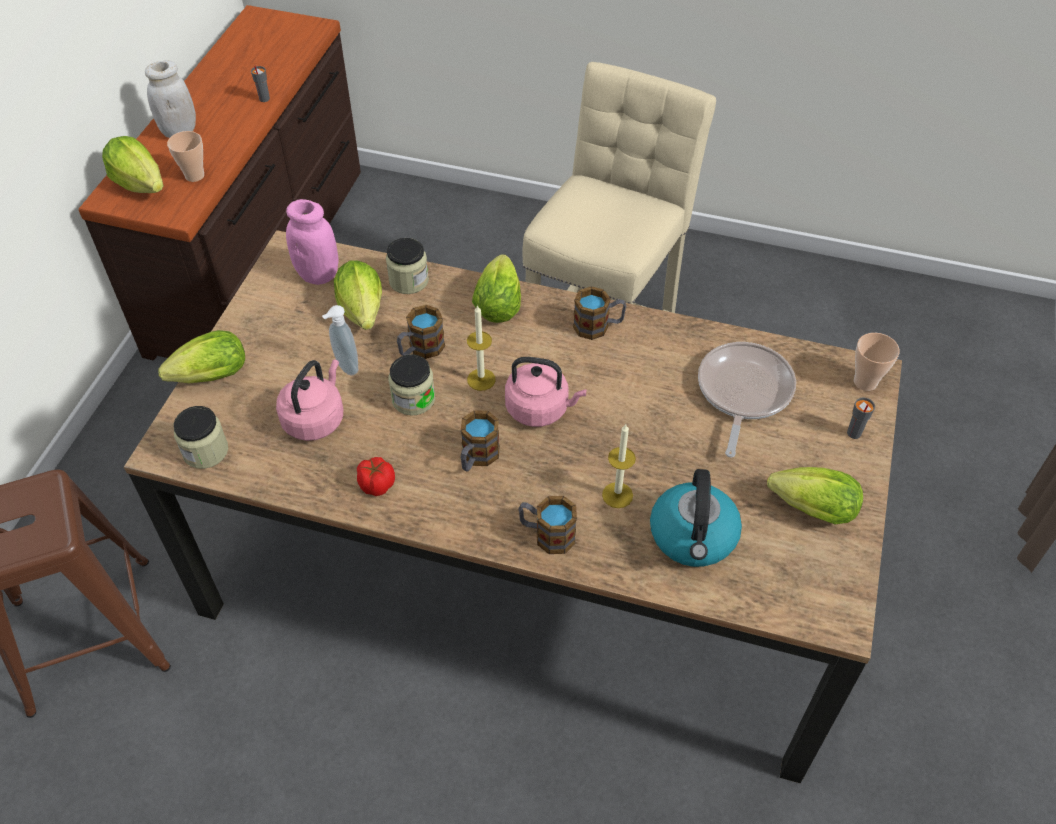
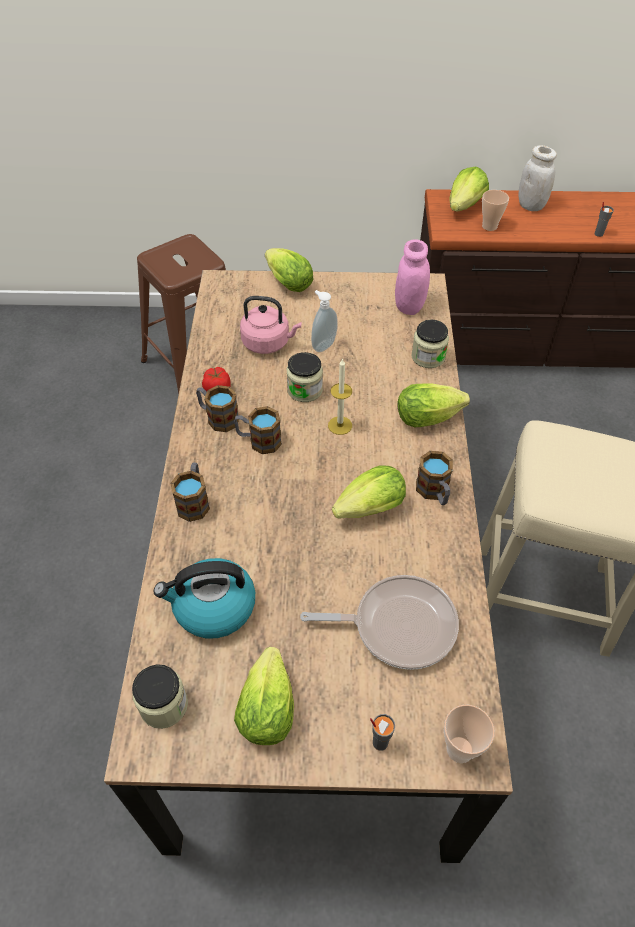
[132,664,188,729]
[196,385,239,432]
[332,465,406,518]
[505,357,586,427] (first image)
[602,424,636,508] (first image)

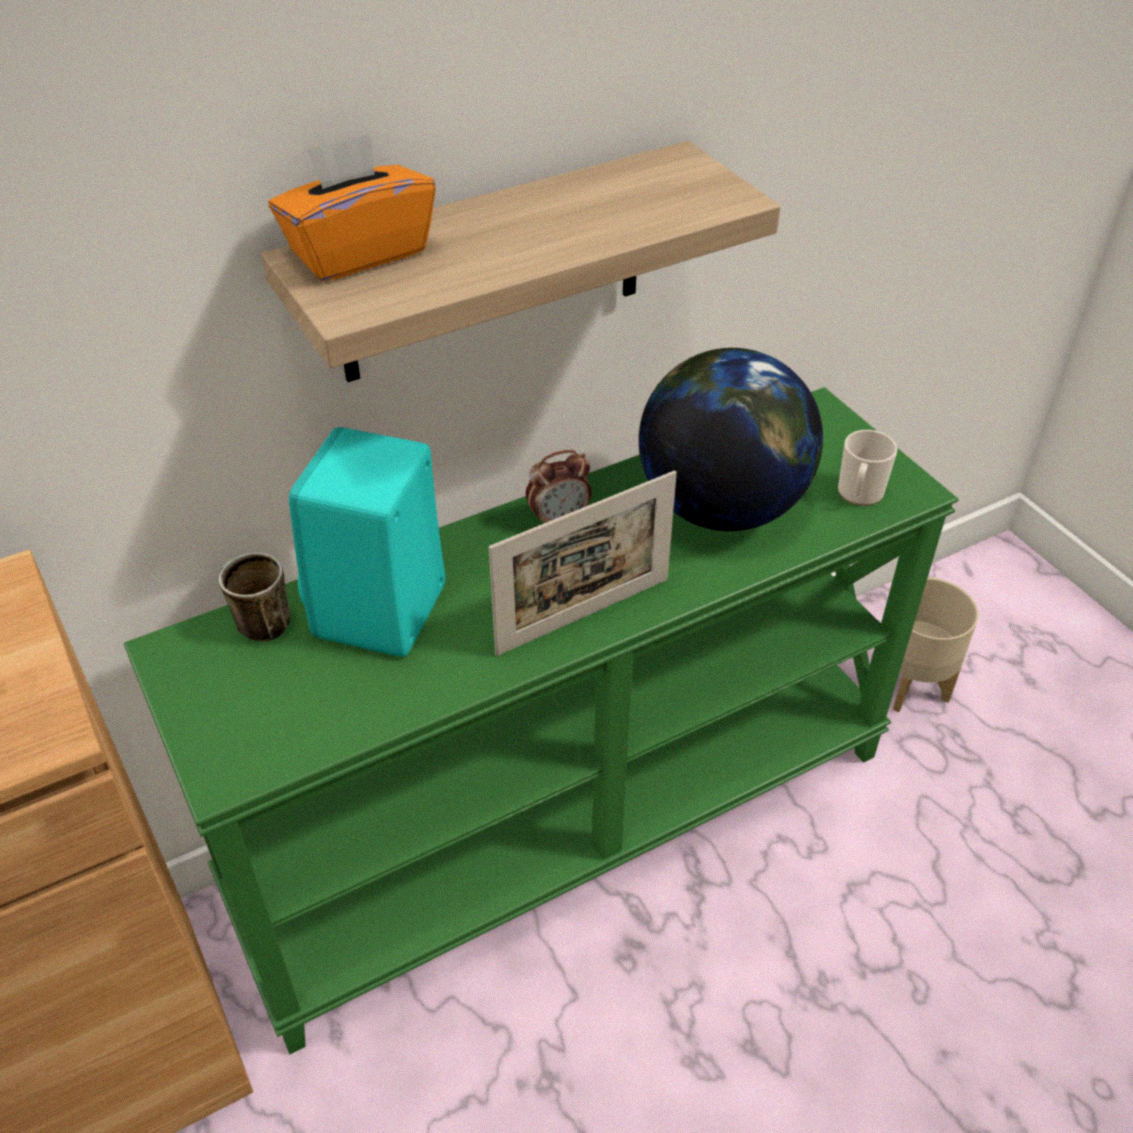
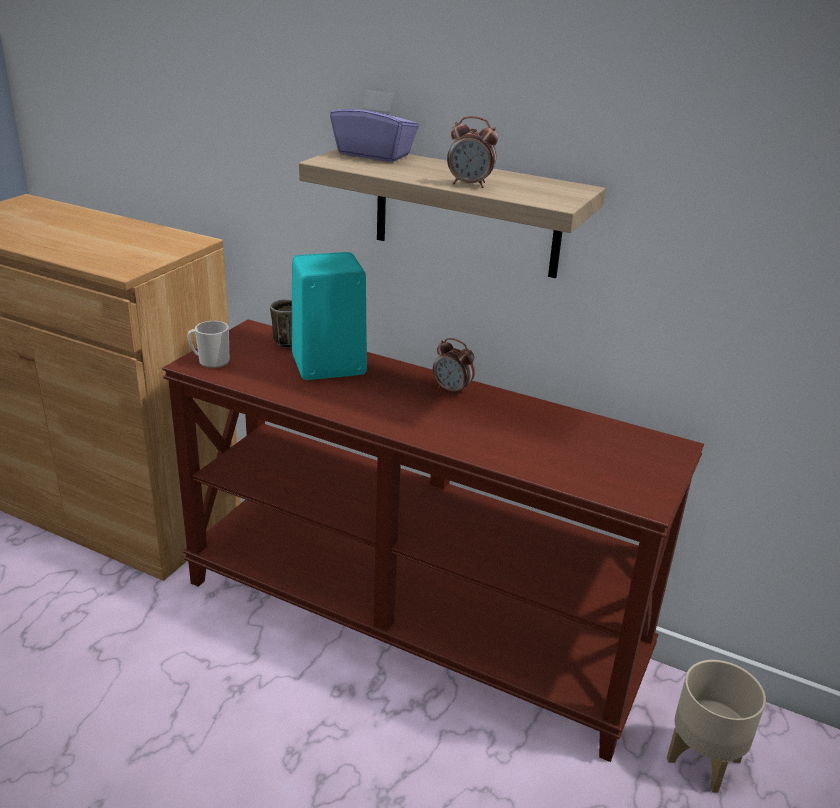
[162,319,704,762]
[187,321,229,368]
[330,89,419,162]
[447,116,498,188]
[489,470,677,656] (first image)
[639,348,823,531] (first image)

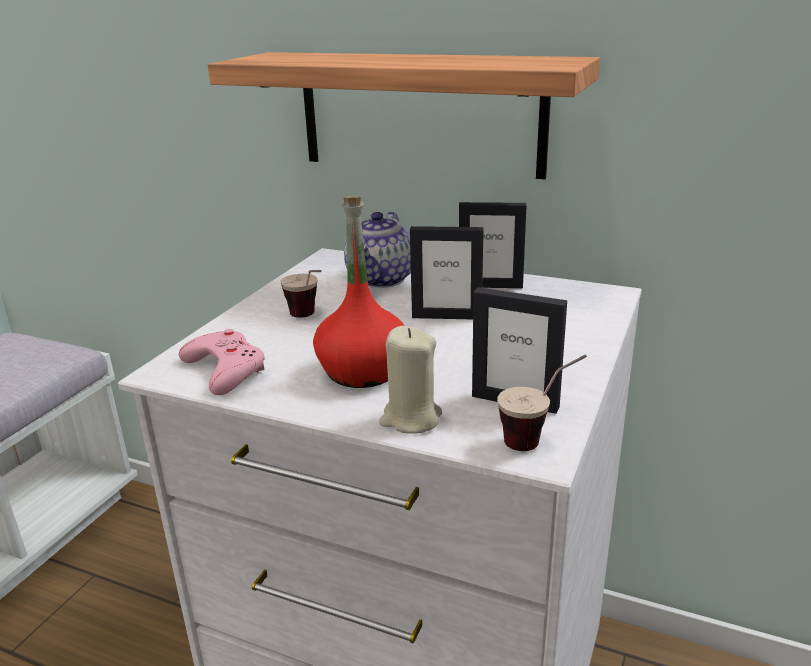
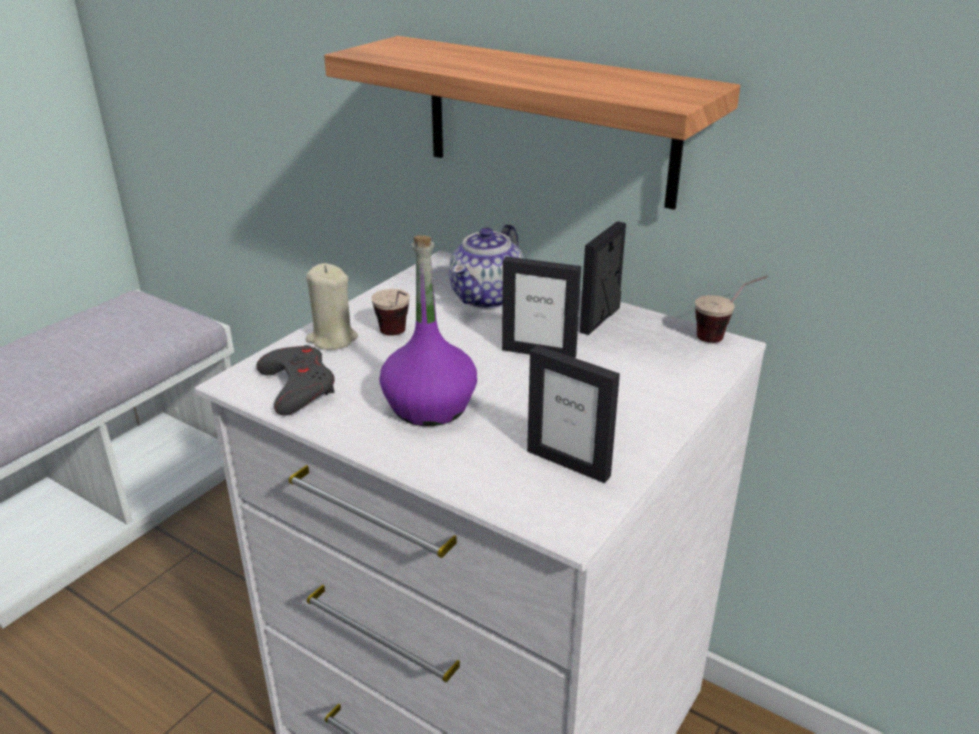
[256,345,335,416]
[305,263,358,350]
[379,235,477,426]
[580,221,626,335]
[695,275,768,343]

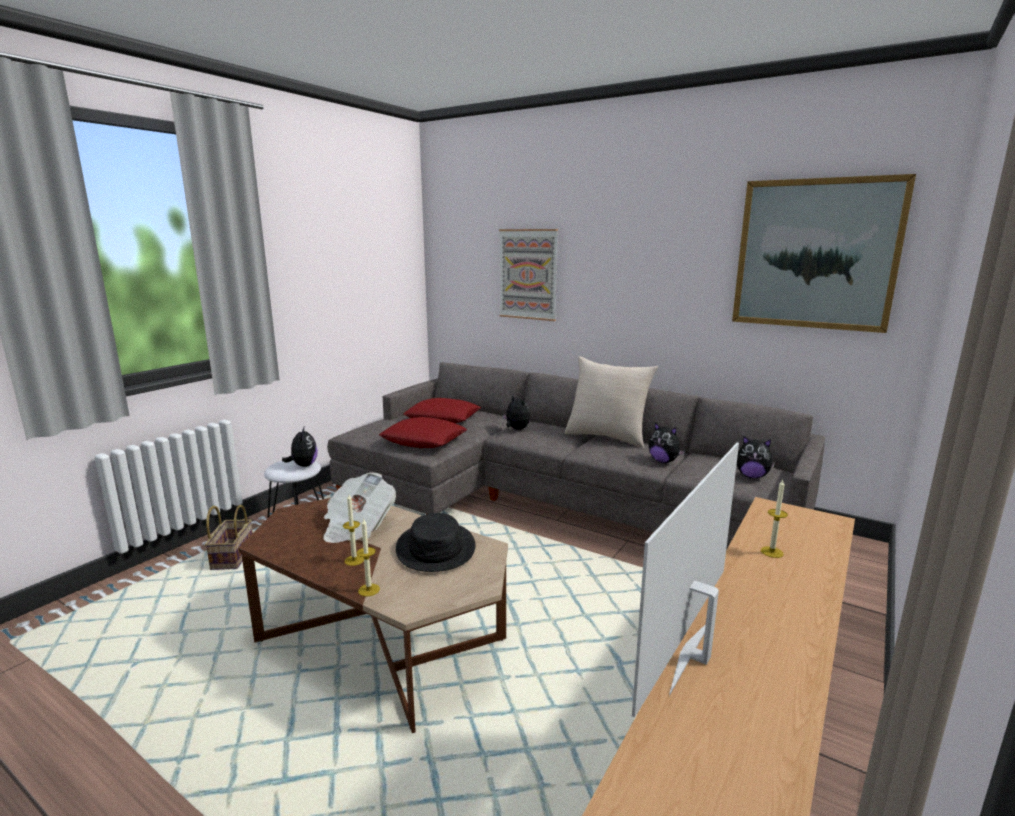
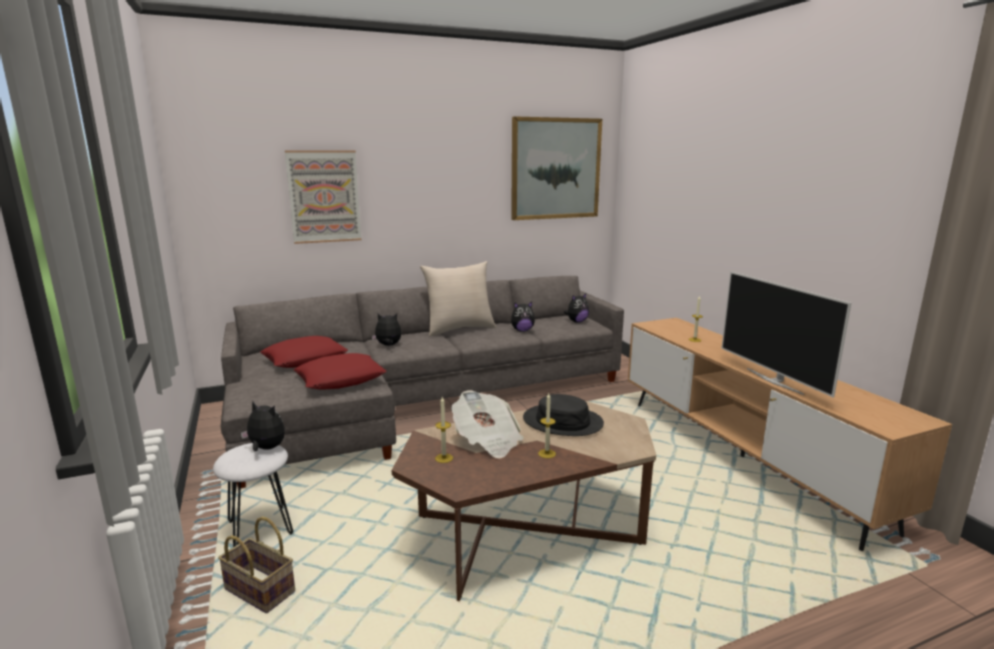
[435,397,453,463]

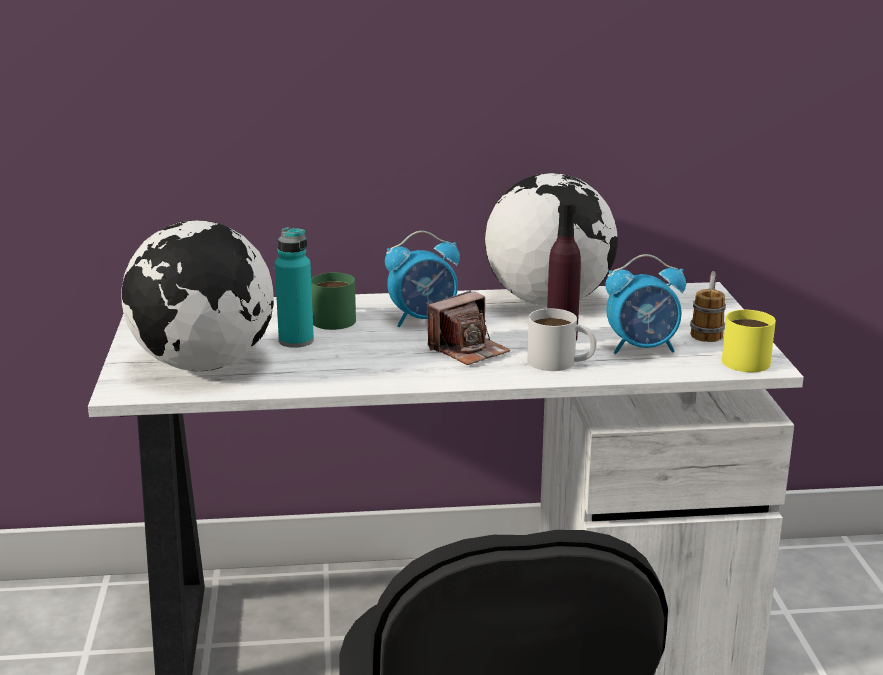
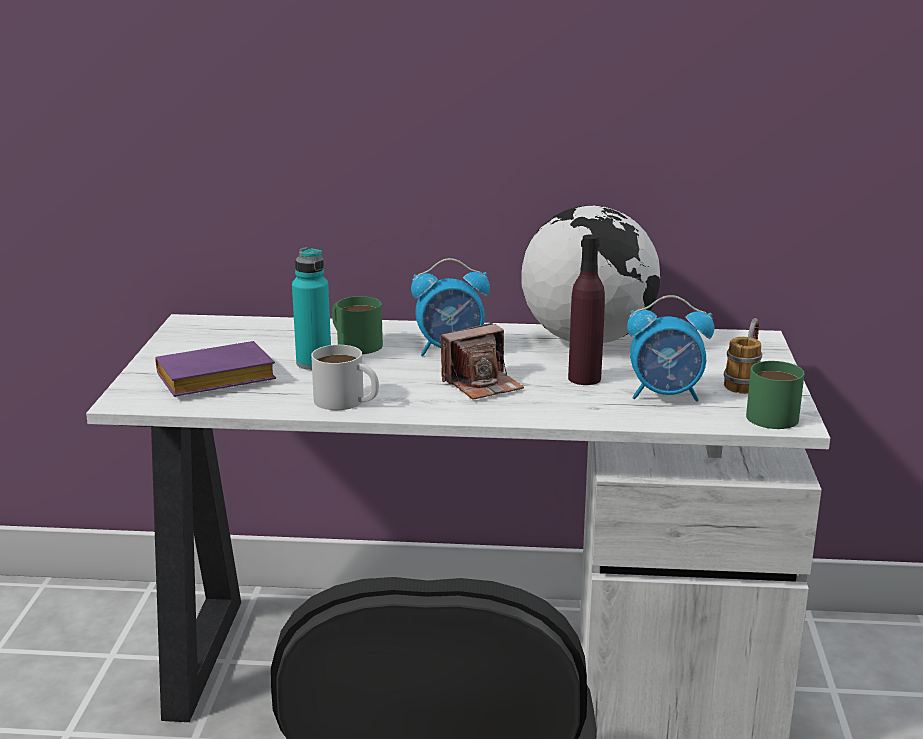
[155,341,276,397]
[311,345,379,410]
[746,361,805,429]

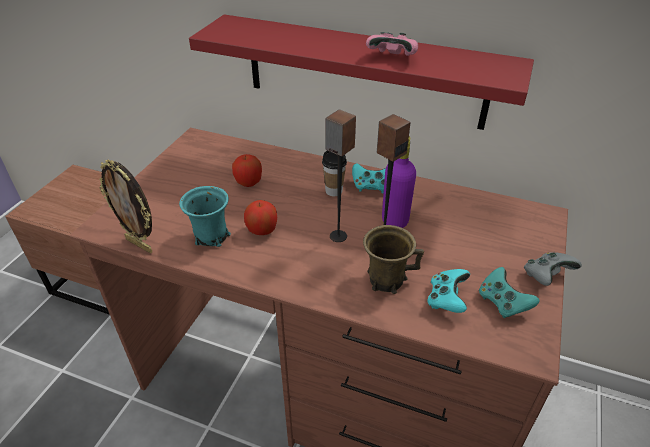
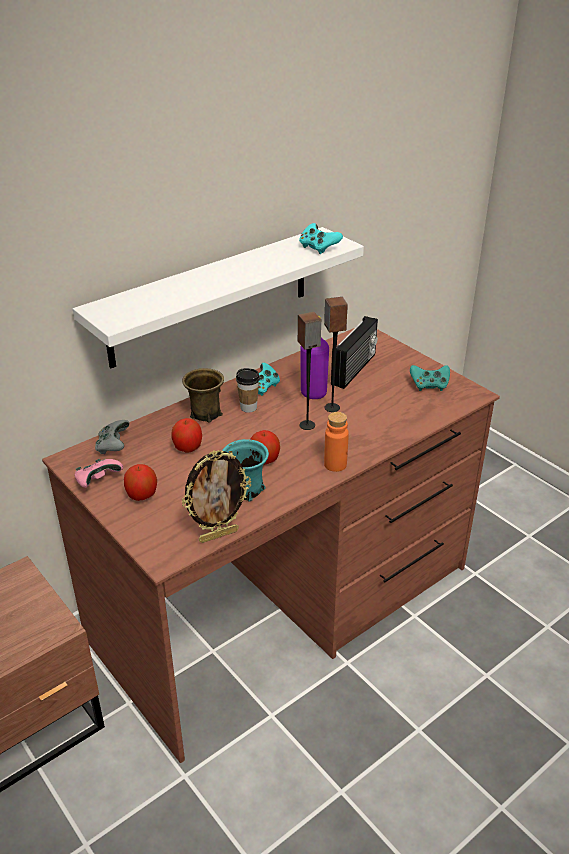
[73,227,364,368]
[75,459,123,488]
[95,420,129,454]
[124,464,157,501]
[182,368,224,423]
[299,223,343,254]
[324,412,349,472]
[331,316,378,389]

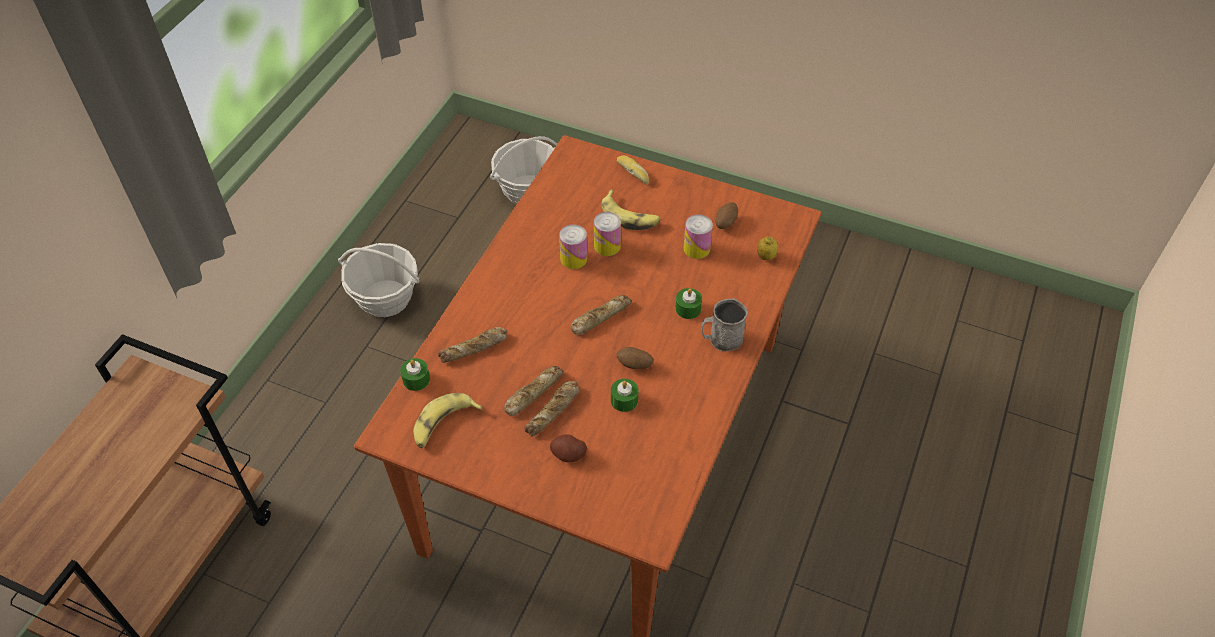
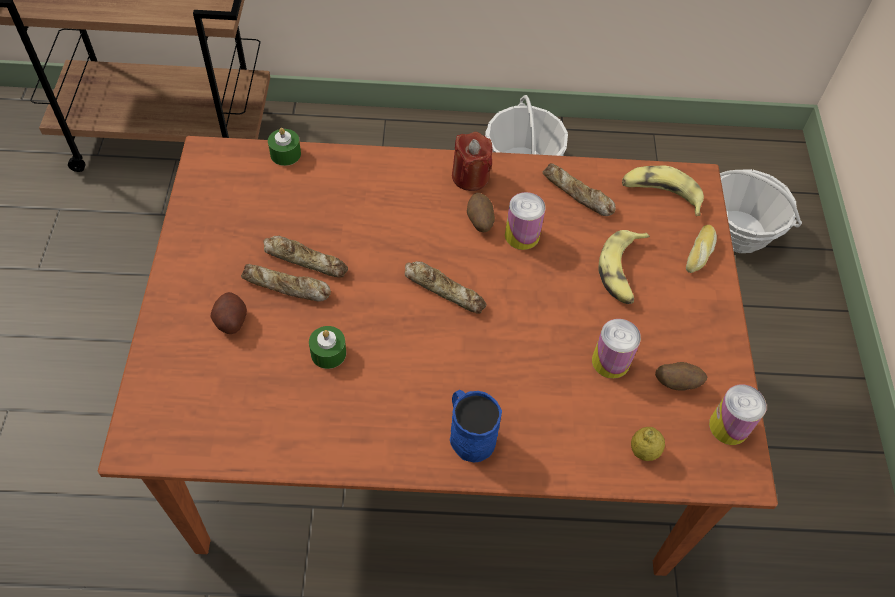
[450,390,502,462]
[452,132,493,191]
[467,193,495,232]
[543,163,616,216]
[622,166,704,216]
[709,384,767,445]
[675,288,702,319] (first image)

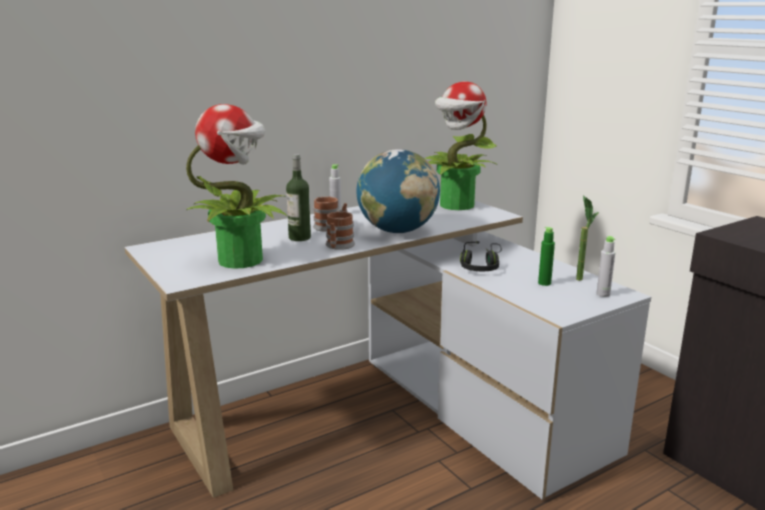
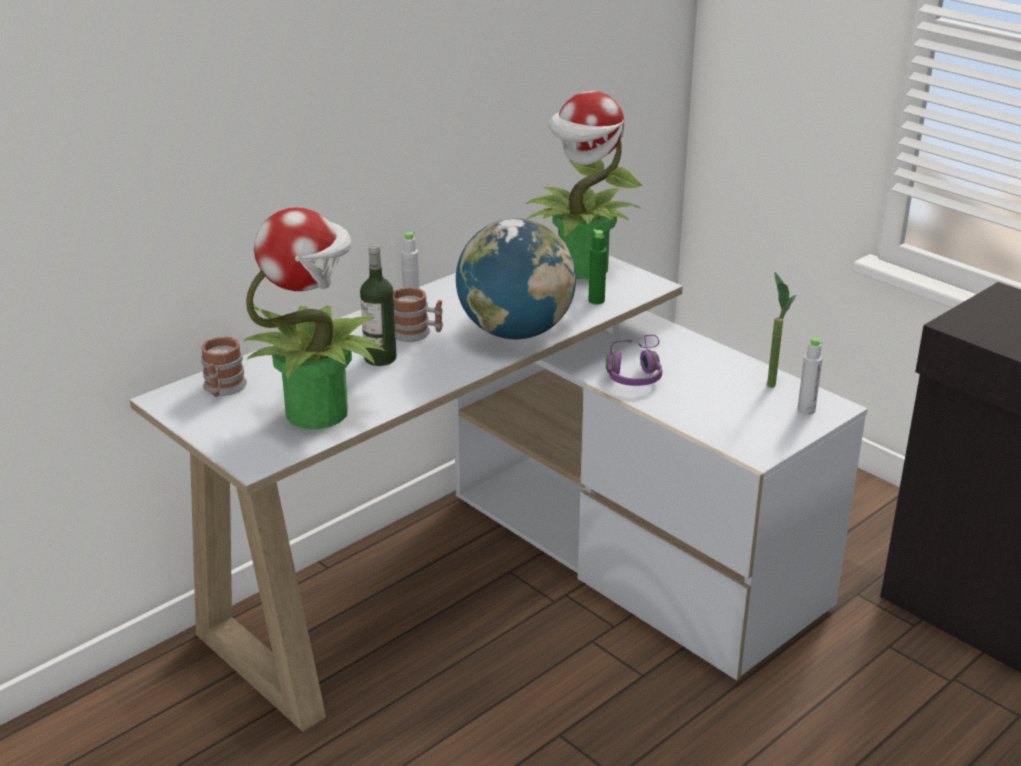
[201,336,247,397]
[588,229,607,304]
[606,335,662,386]

